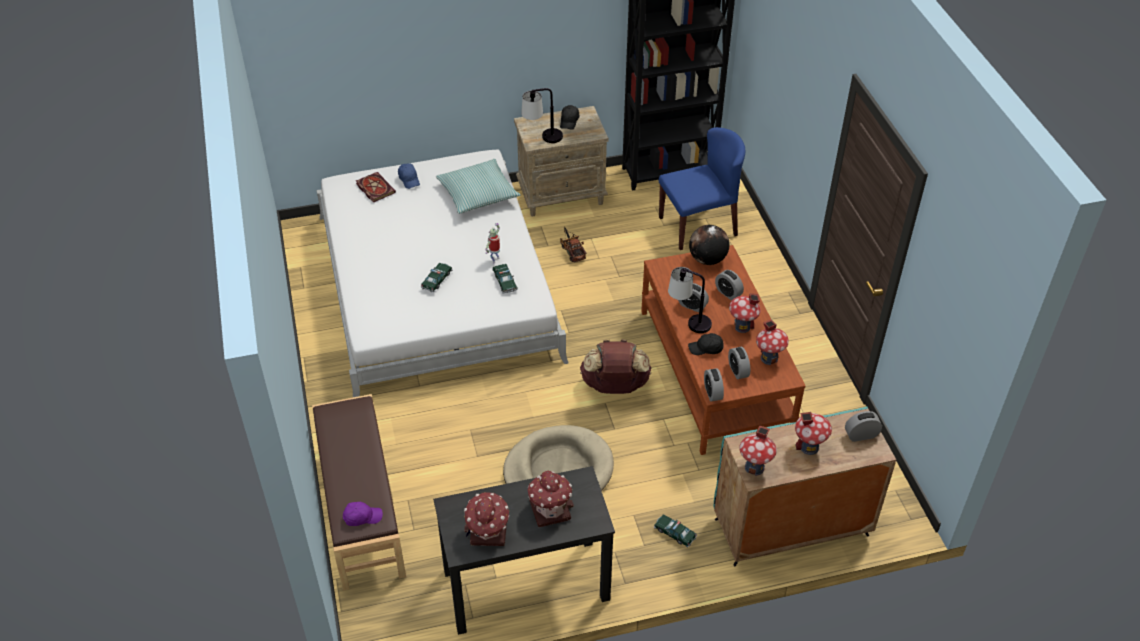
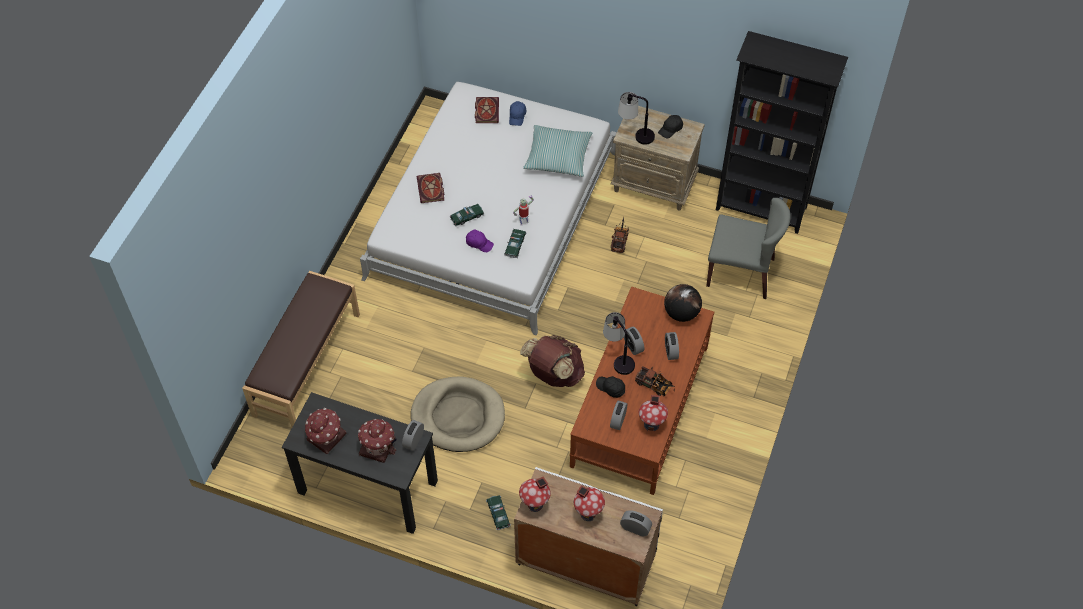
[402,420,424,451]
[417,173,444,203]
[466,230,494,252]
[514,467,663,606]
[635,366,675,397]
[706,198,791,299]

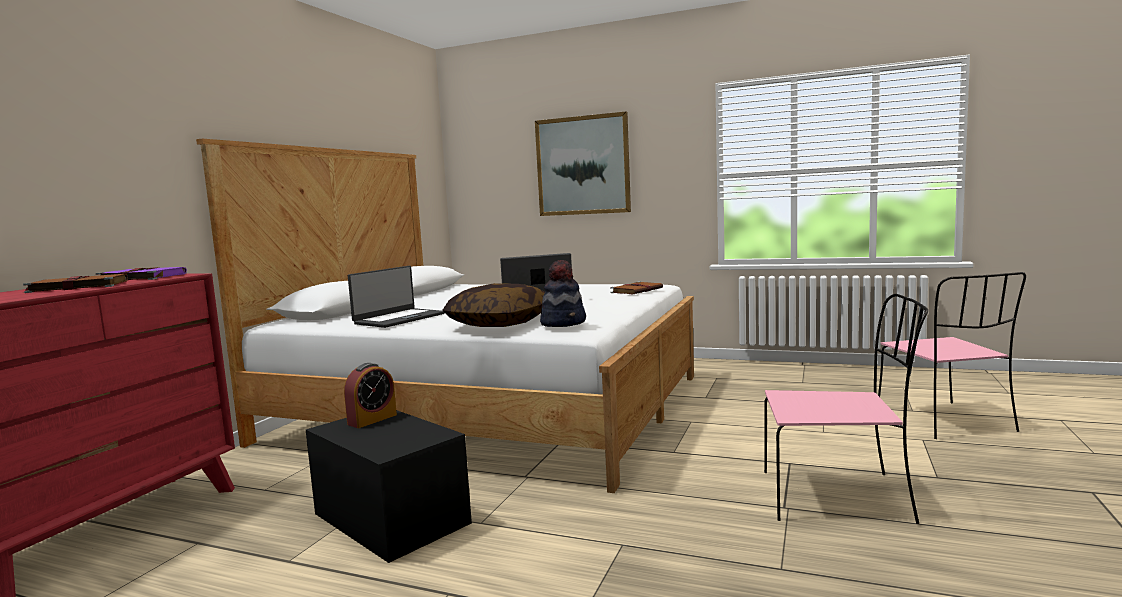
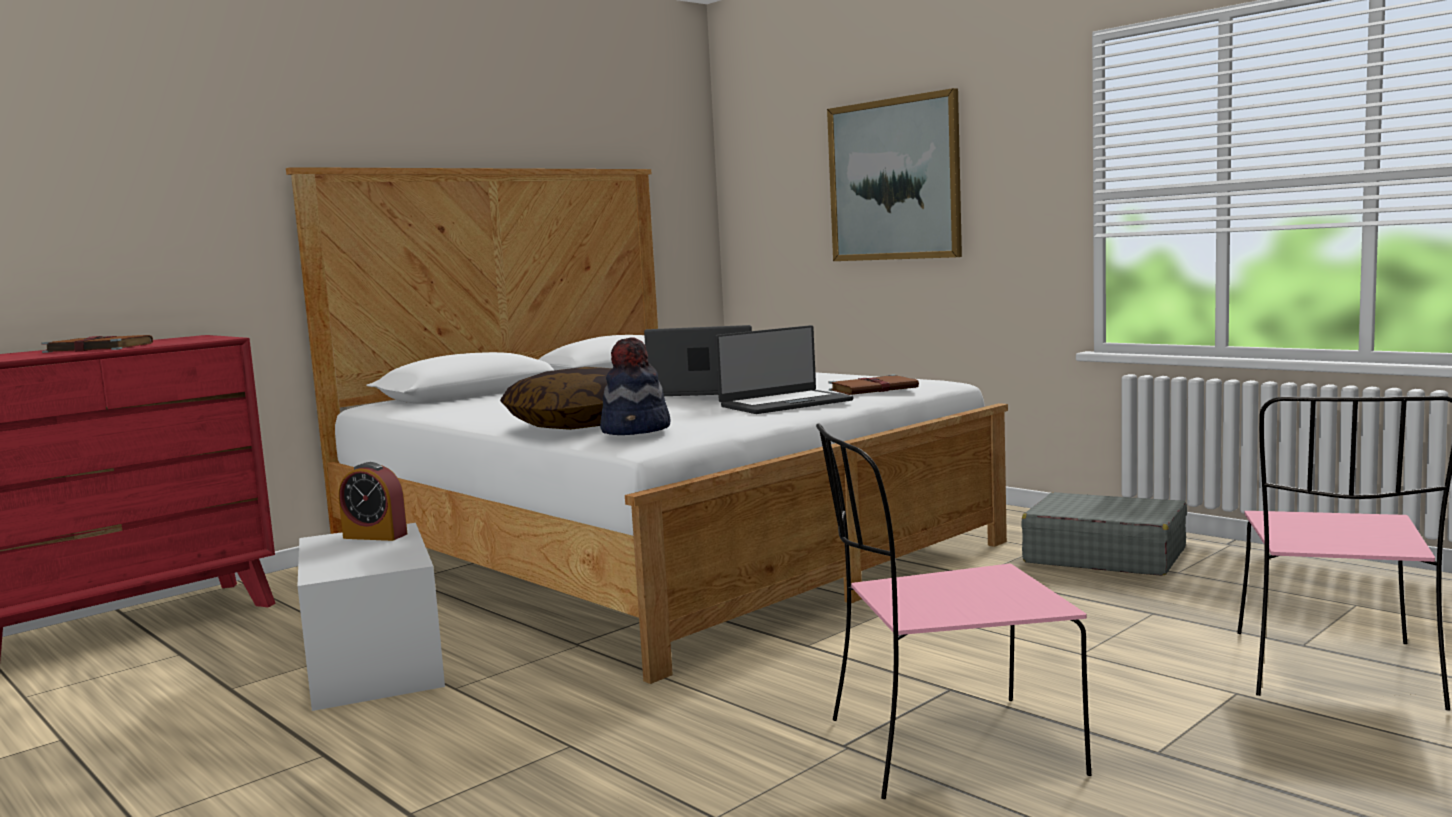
[297,523,445,711]
[339,462,407,541]
[715,325,853,414]
[816,423,1091,799]
[1022,492,1187,576]
[96,267,187,280] (first image)

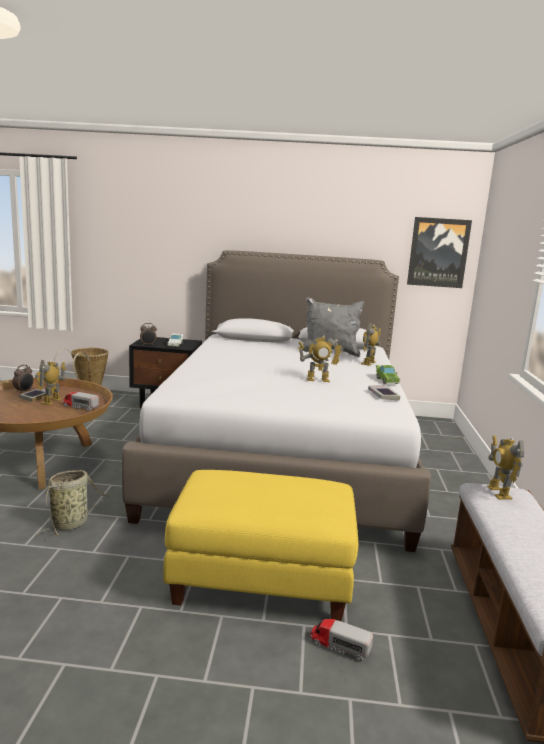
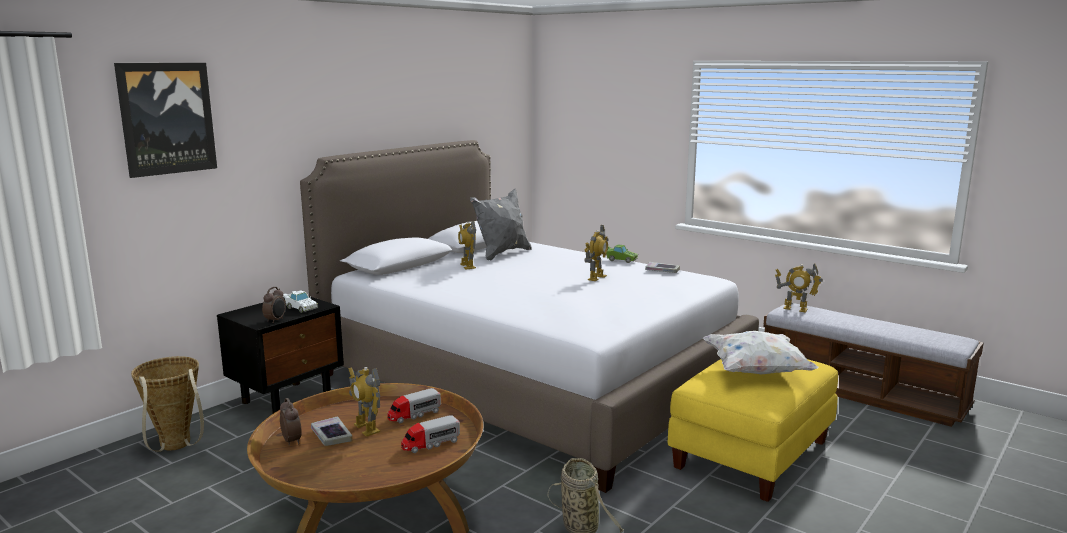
[114,63,217,178]
[401,415,460,453]
[458,221,476,270]
[703,331,819,374]

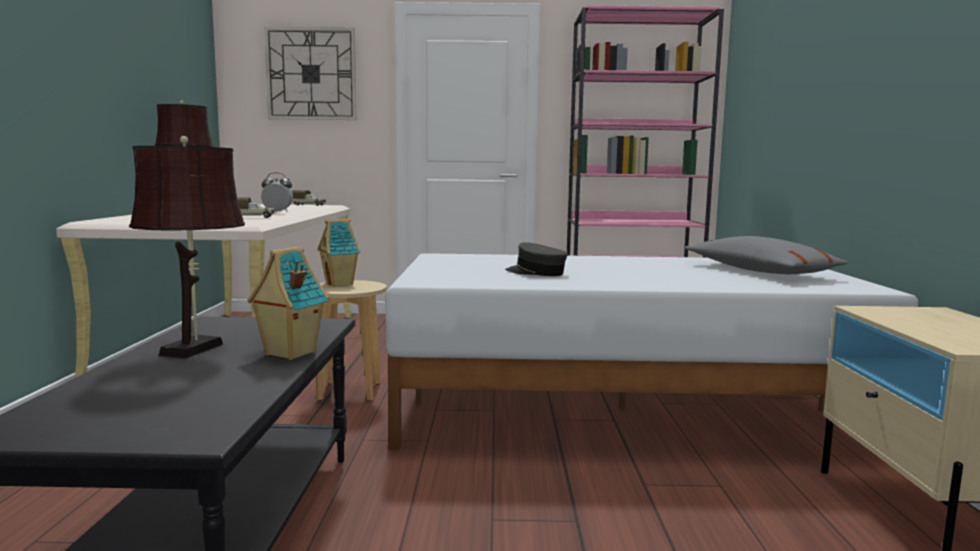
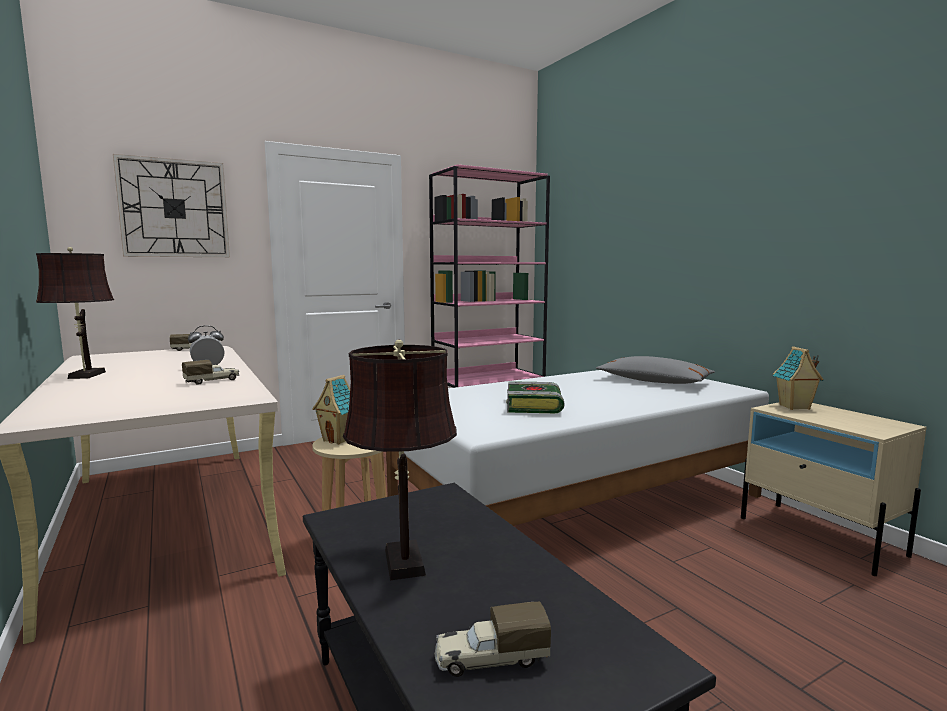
[434,602,551,677]
[506,381,565,413]
[773,346,824,410]

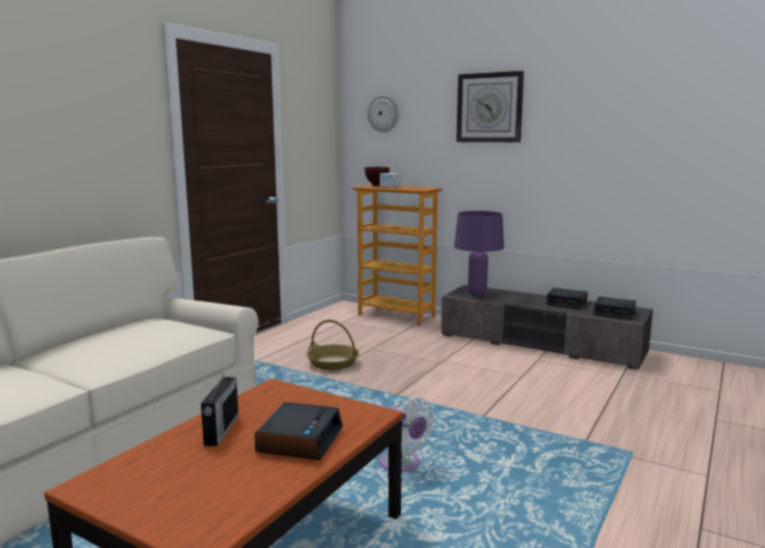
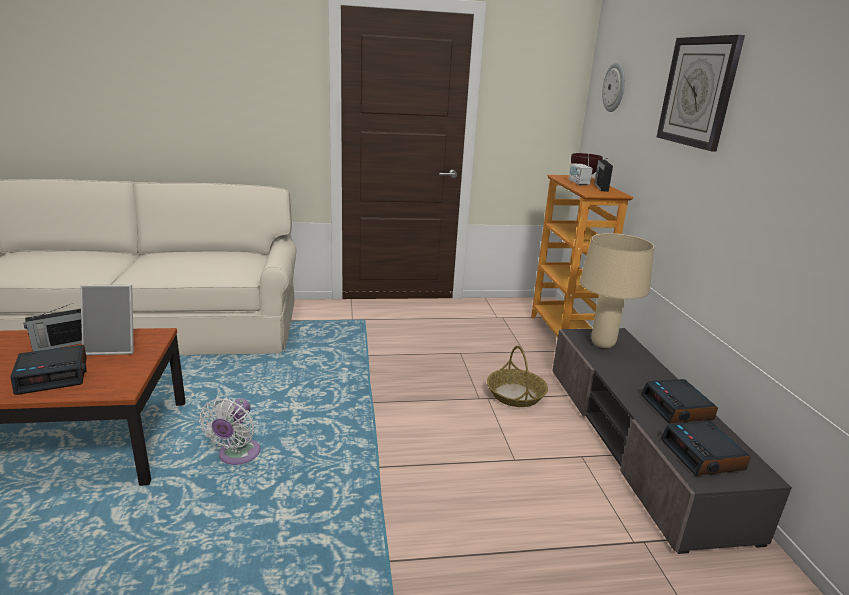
[80,285,134,355]
[487,346,548,407]
[580,233,654,348]
[594,158,613,192]

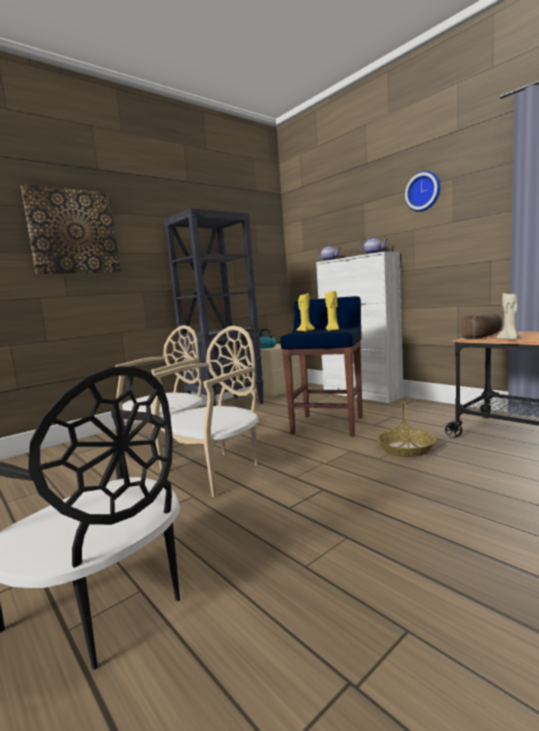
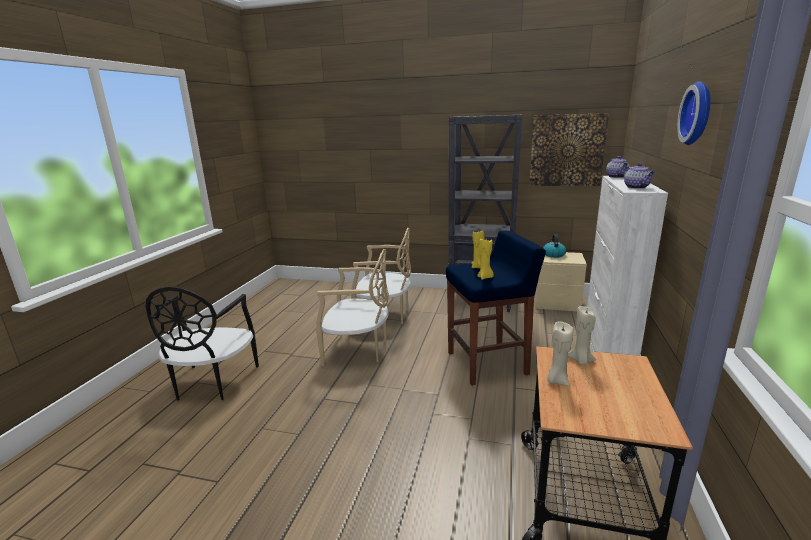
[529,113,609,186]
[568,306,596,365]
[377,401,436,457] (first image)

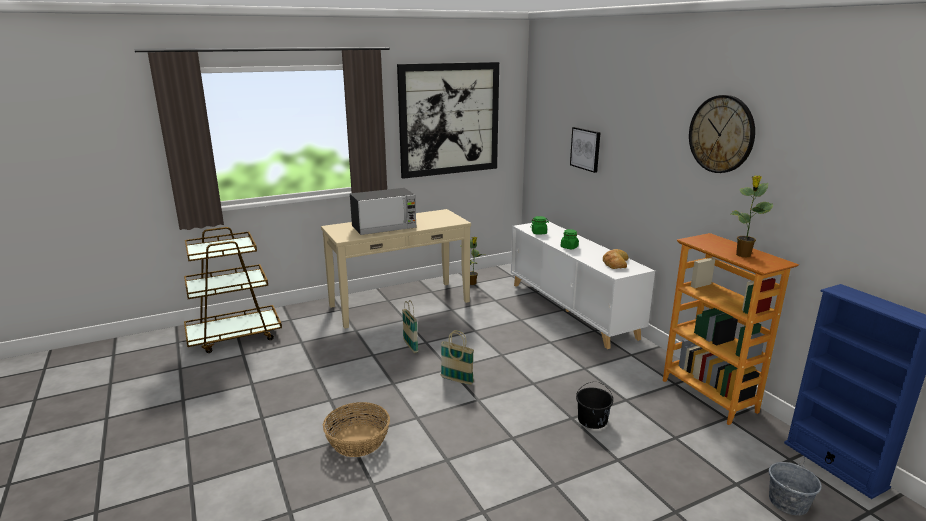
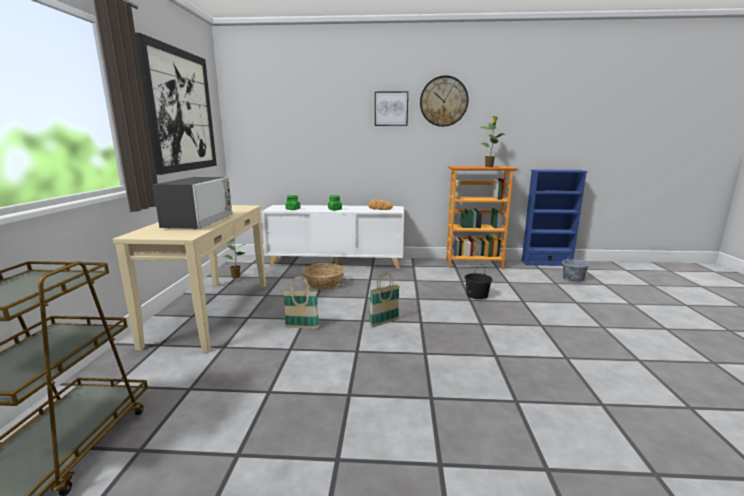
[302,263,345,290]
[375,91,408,126]

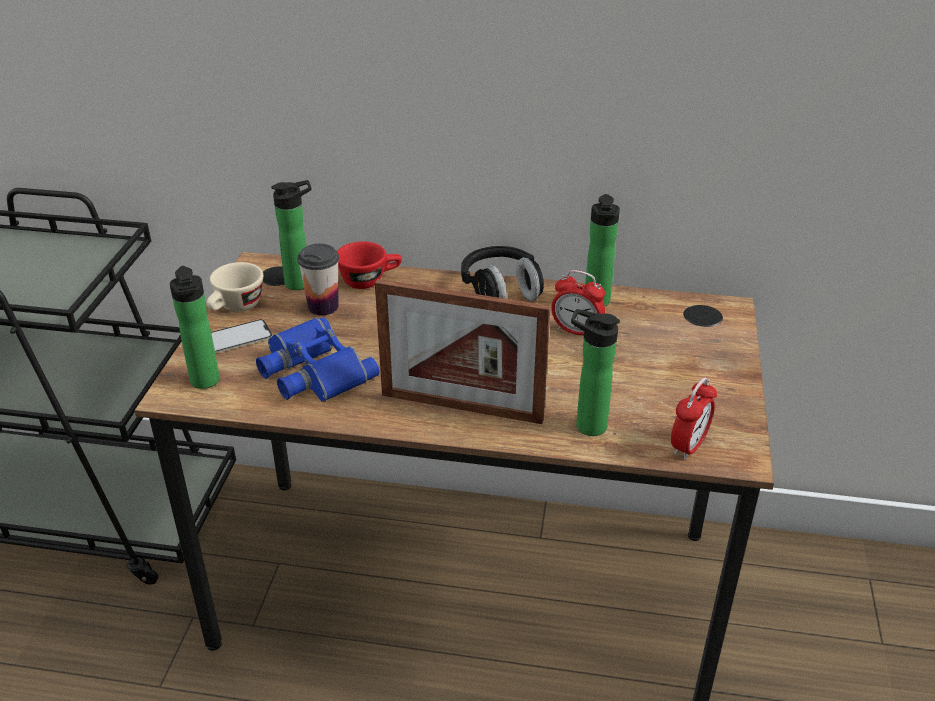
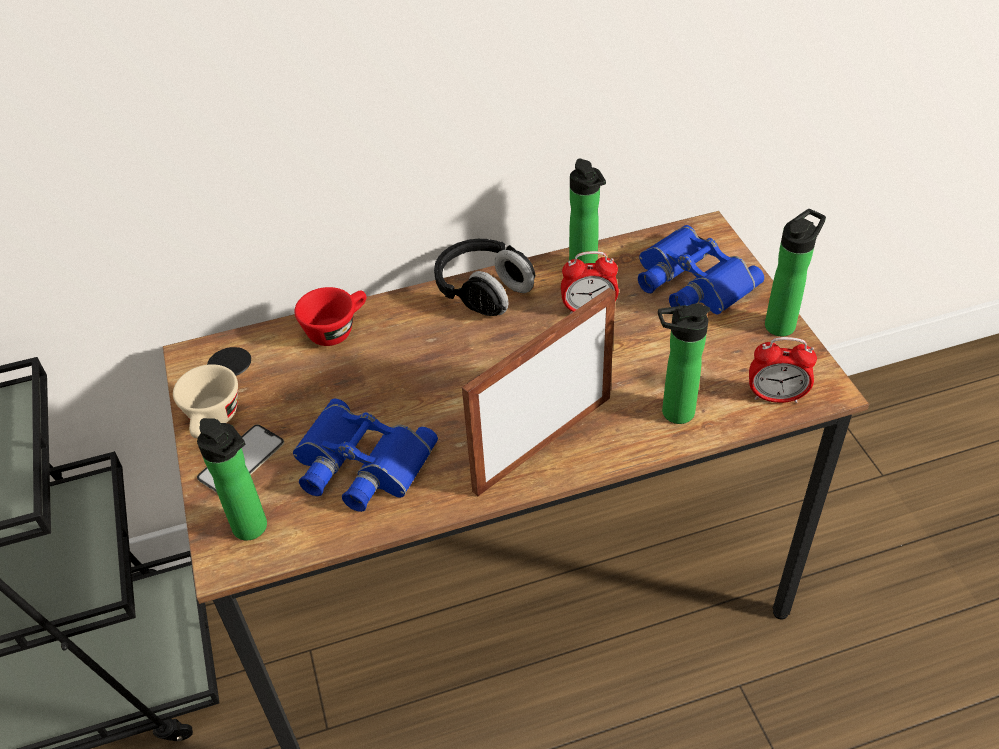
[462,288,616,496]
[638,225,764,315]
[749,337,817,403]
[765,209,826,336]
[297,243,339,315] (first image)

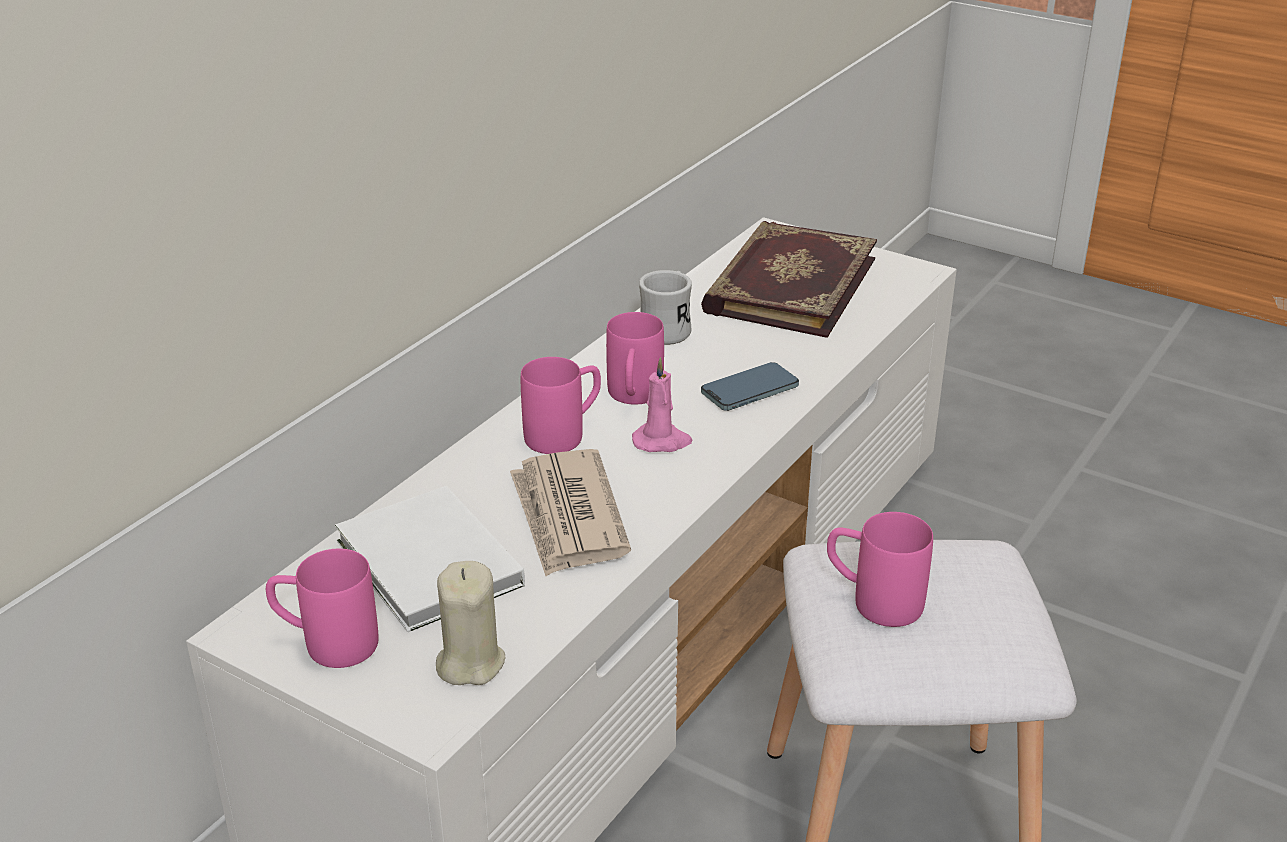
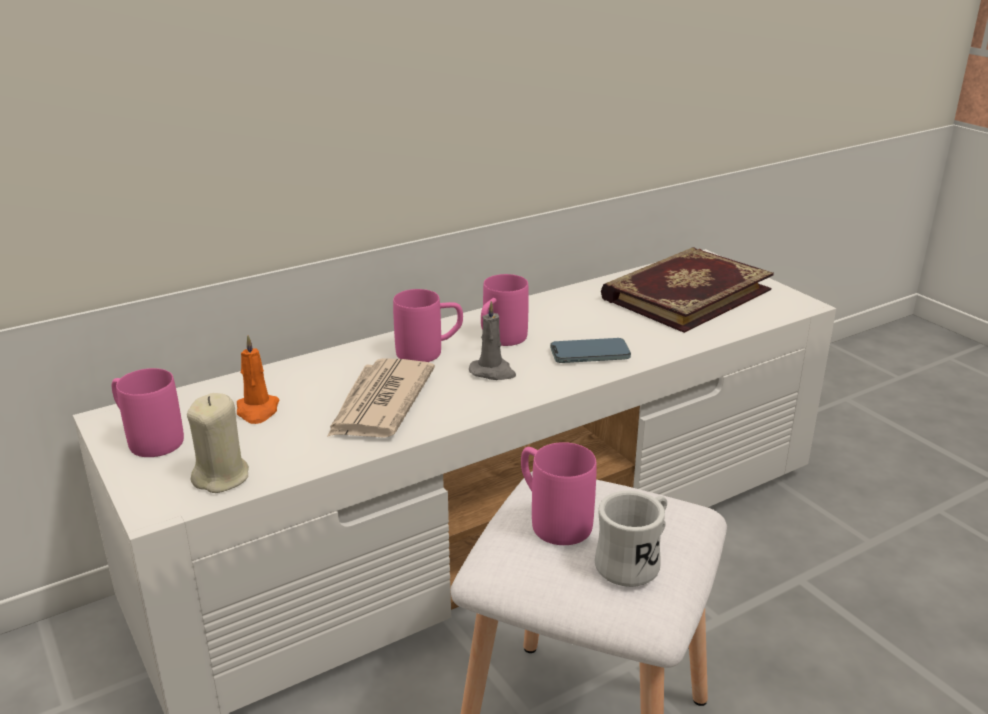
[237,335,279,424]
[469,301,516,380]
[595,491,667,587]

